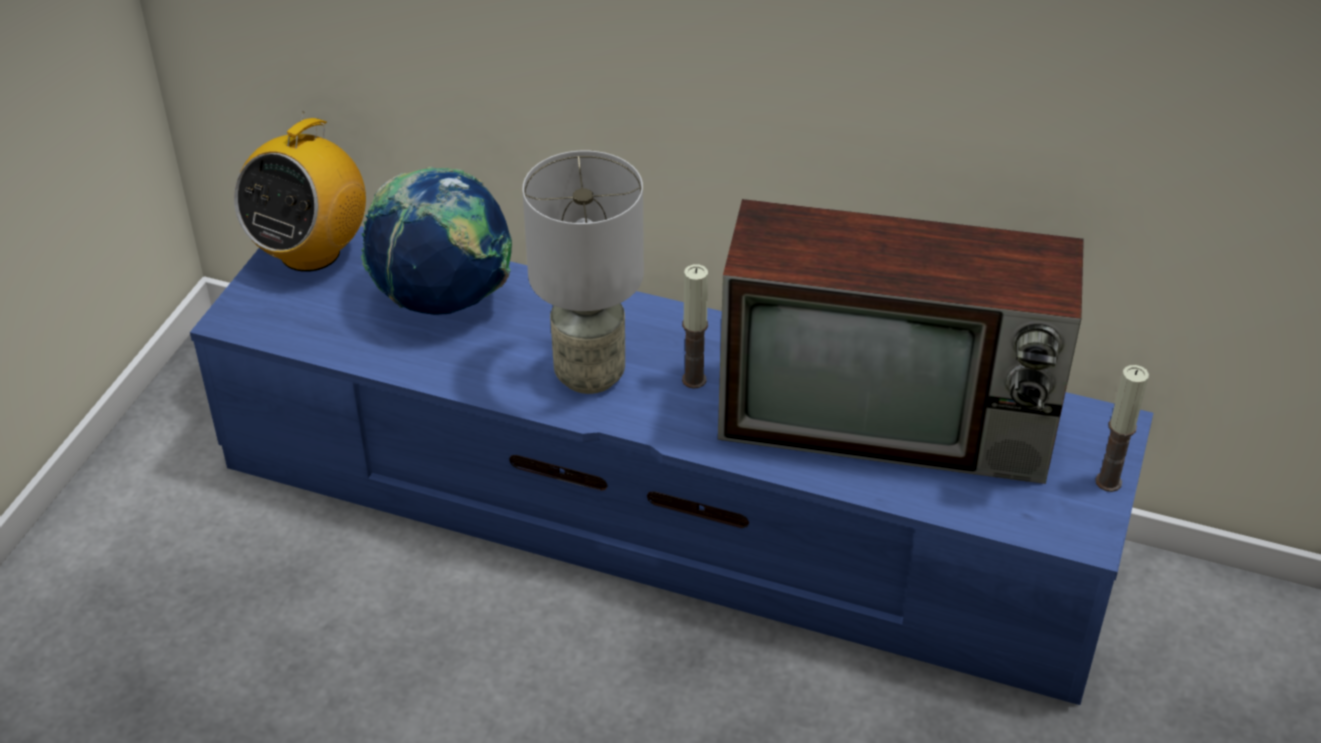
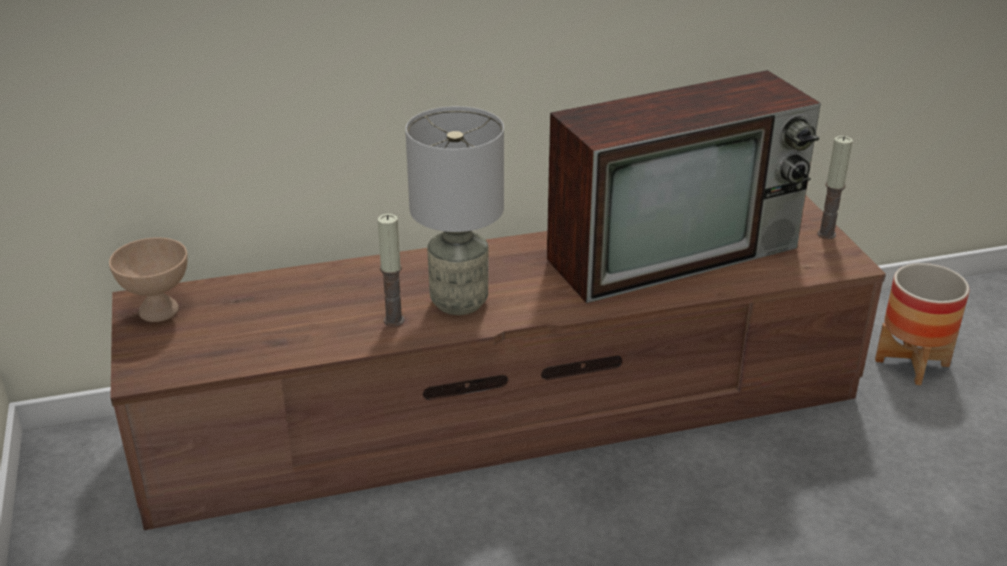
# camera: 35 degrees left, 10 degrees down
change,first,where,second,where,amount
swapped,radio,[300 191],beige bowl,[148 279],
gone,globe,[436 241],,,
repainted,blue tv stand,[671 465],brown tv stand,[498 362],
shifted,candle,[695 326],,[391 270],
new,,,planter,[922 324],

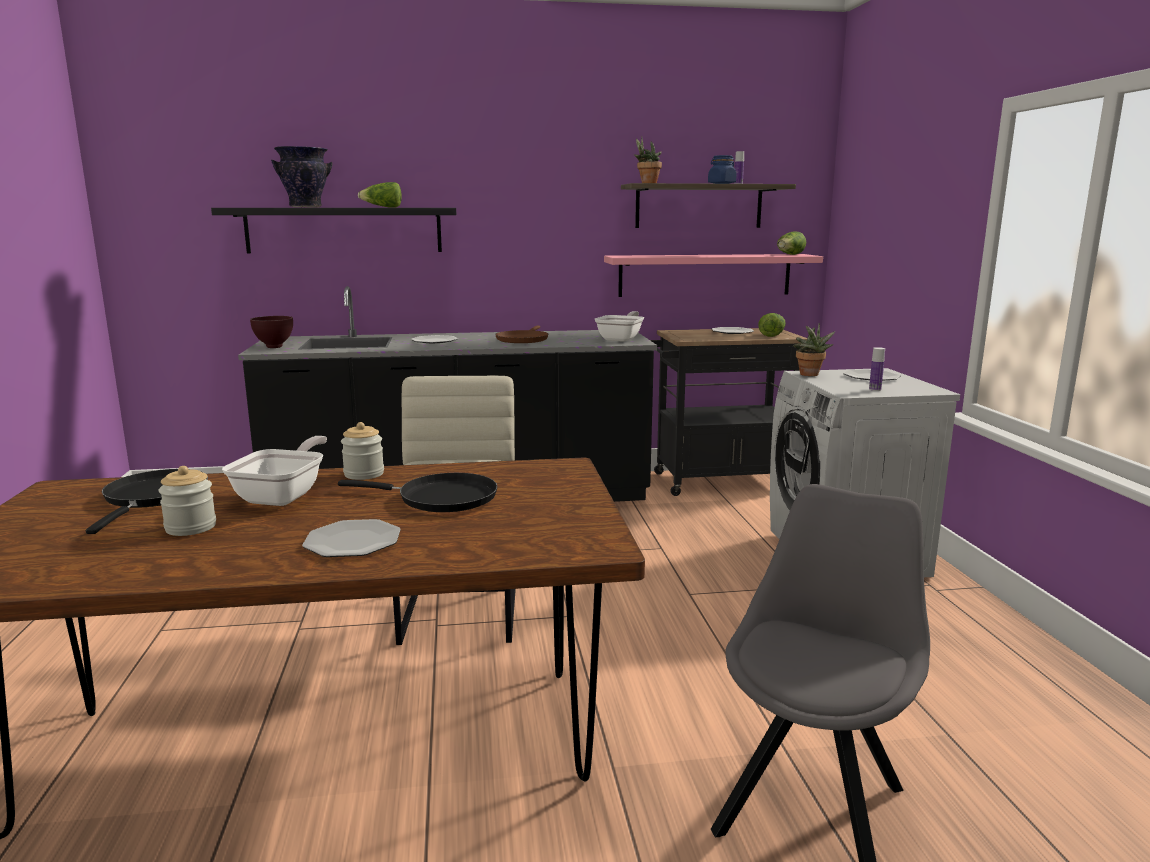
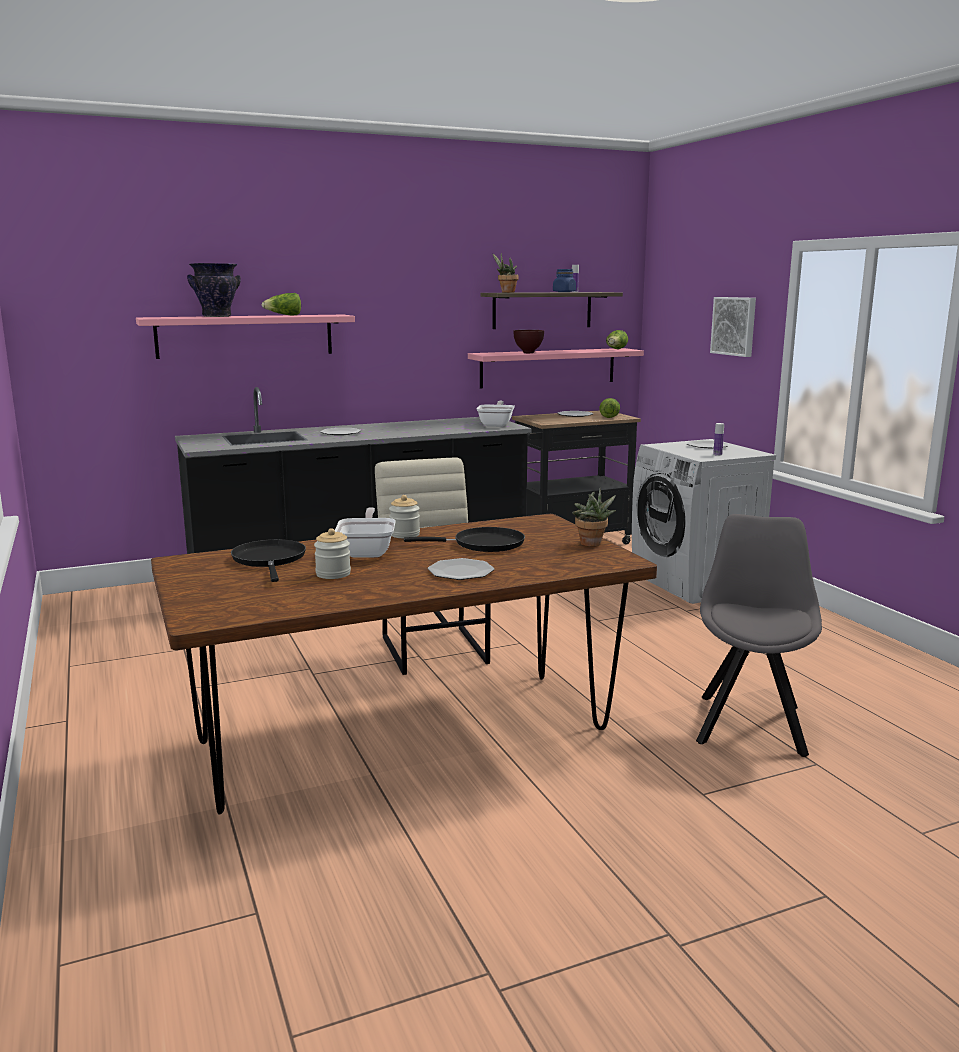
# camera: 15 degrees left, 0 degrees up
change,first,where,second,where,amount
repainted,black shelf,[333 230],pink shelf,[245 337],
shifted,brown bowl,[271 332],,[529 341],
shifted,potted plant,[814 349],,[594 517],
gone,brown frying pan,[521 334],,,
new,,,picture,[733 327],

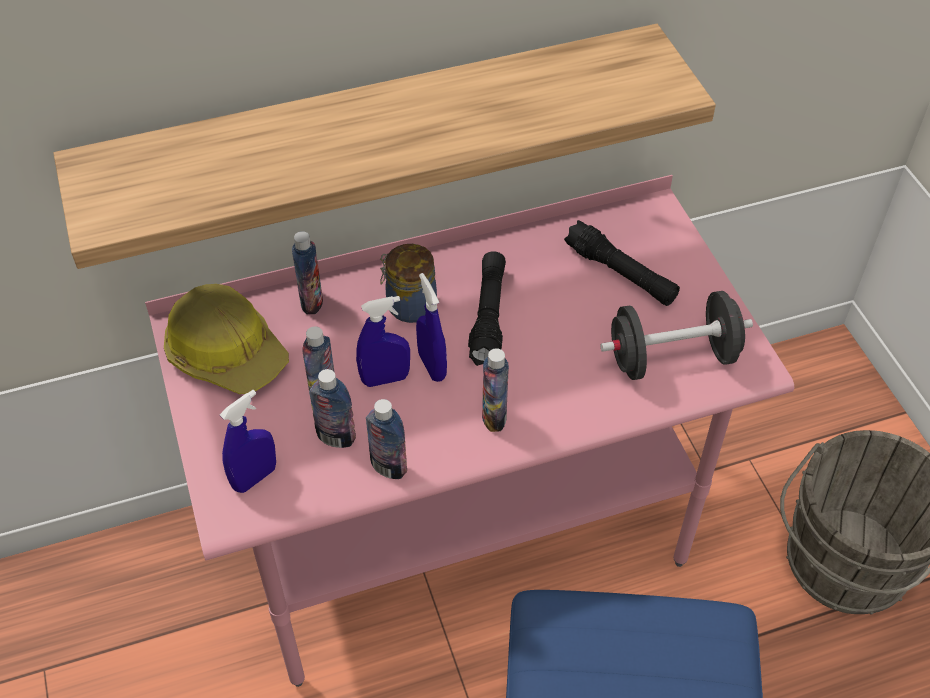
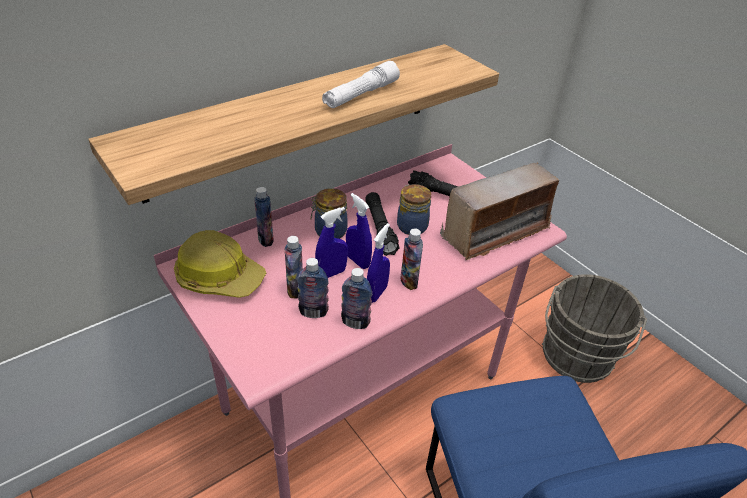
# camera: 20 degrees left, 10 degrees down
change,first,where,second,where,amount
swapped,black dumbbell,[676 335],radio,[499 211],
shifted,blue spray bottle,[248 441],,[378 263],
new,,,white flashlight,[361 84],
new,,,jar,[414 209],

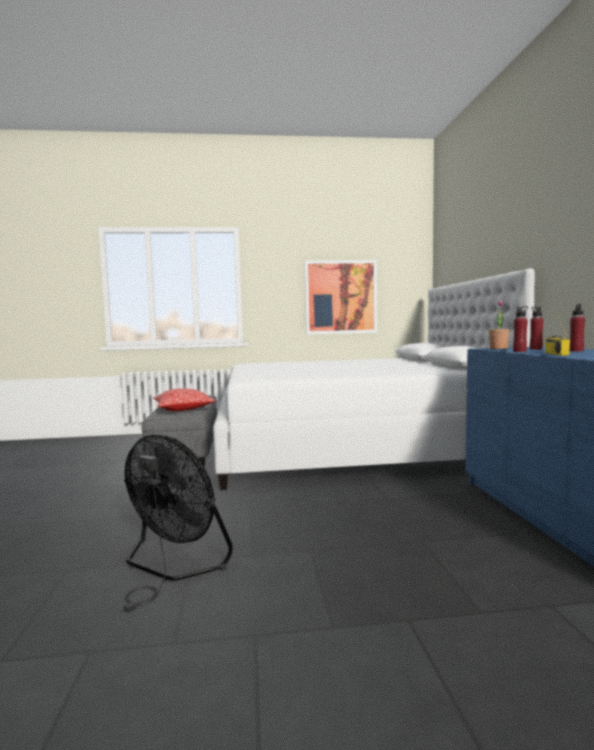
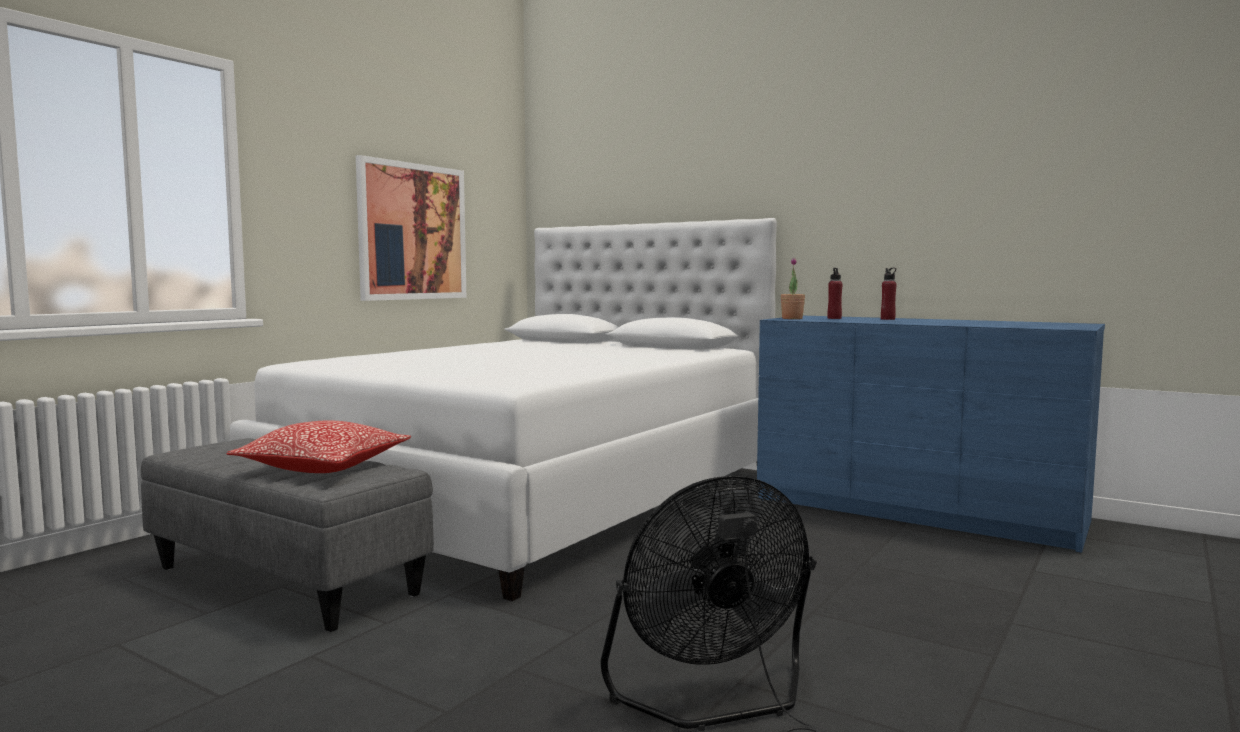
# camera: 50 degrees left, 0 degrees up
change,first,where,second,where,amount
gone,red bottle,[520 329],,,
gone,radio,[557 335],,,

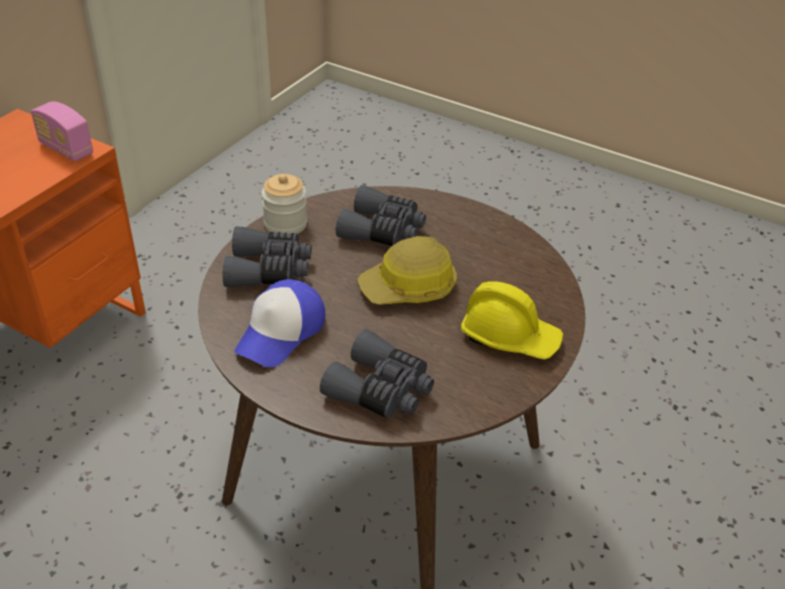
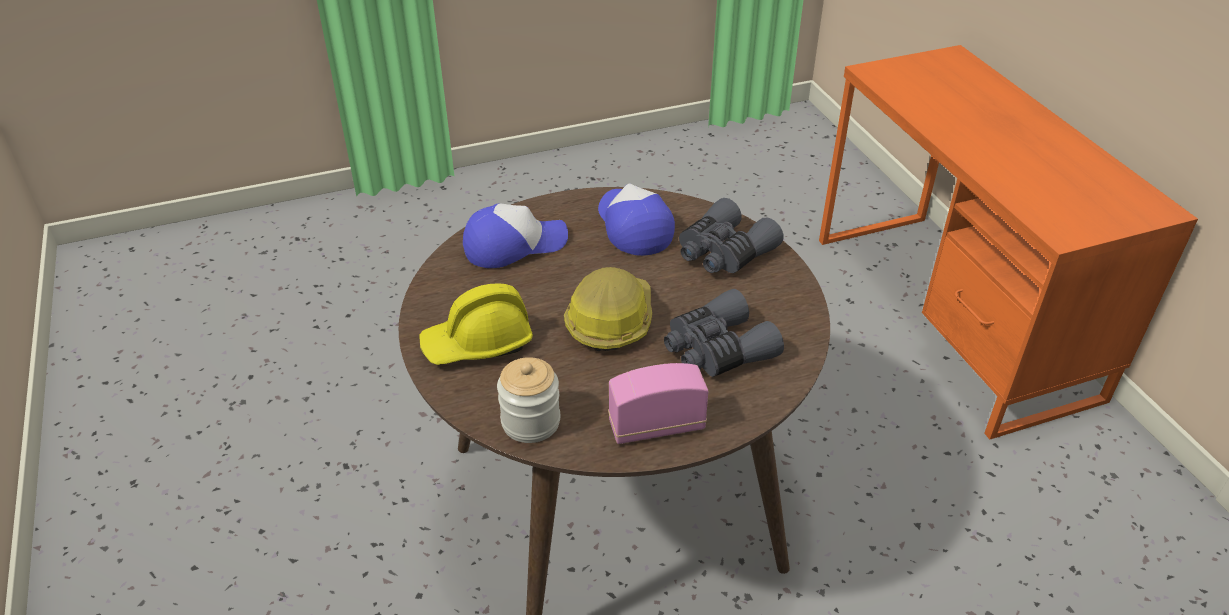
# camera: 130 degrees right, 0 degrees up
change,first,where,second,where,amount
shifted,radio,[62 131],,[658 403],
shifted,jar,[284 204],,[528 400],
swapped,grey binoculars,[377 373],cap,[515 235],

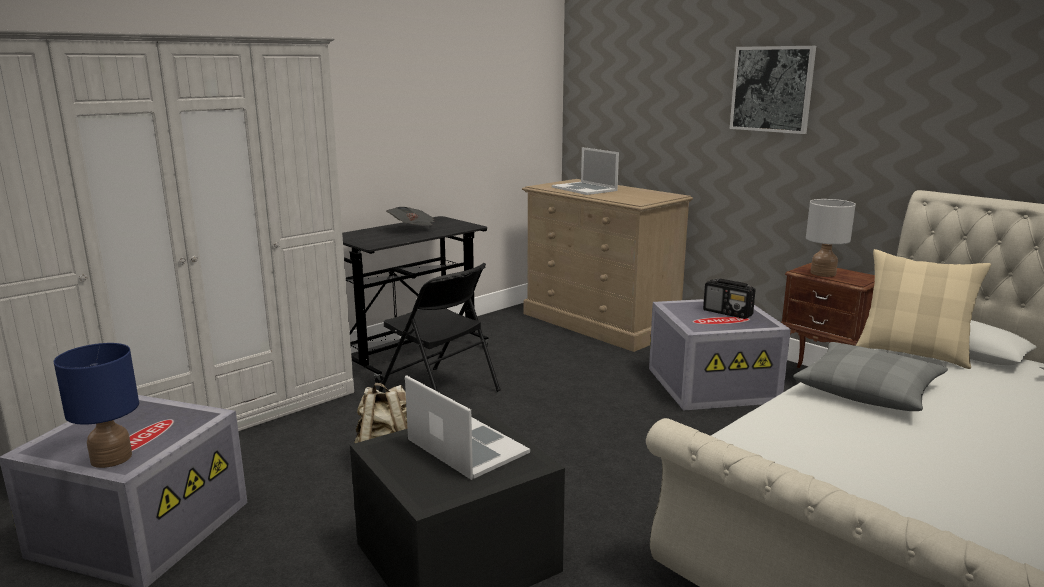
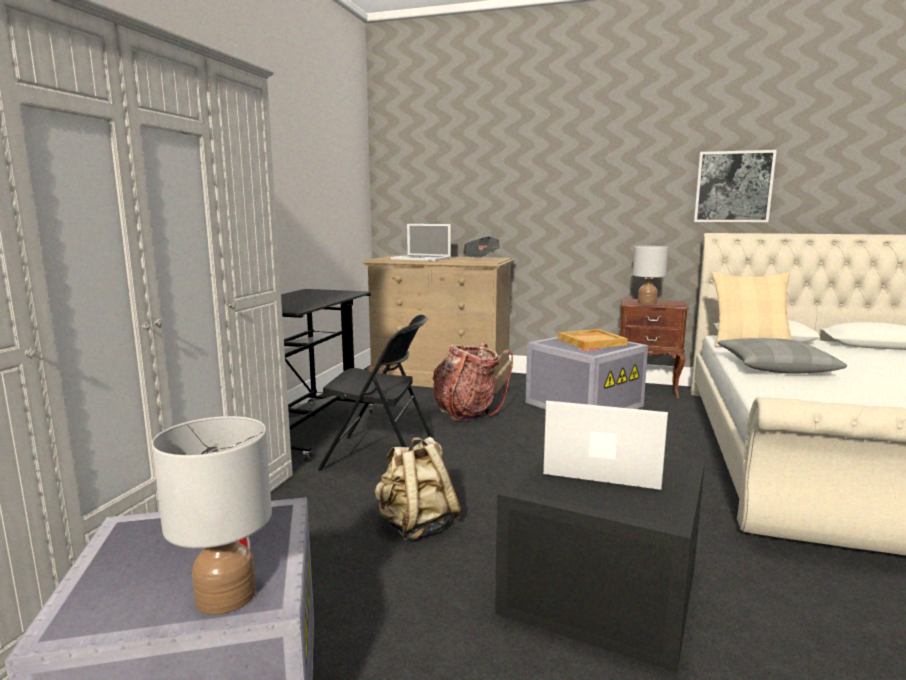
# camera: 30 degrees left, 5 degrees down
change,first,where,second,where,amount
shifted,picture,[773 90],,[735 186],
shifted,newspaper,[410 216],,[481 247],
swapped,radio,[729 299],beige tray,[593 339],
repainted,blue table lamp,[96 405],grey table lamp,[212 515],
new,,,backpack,[473 382],

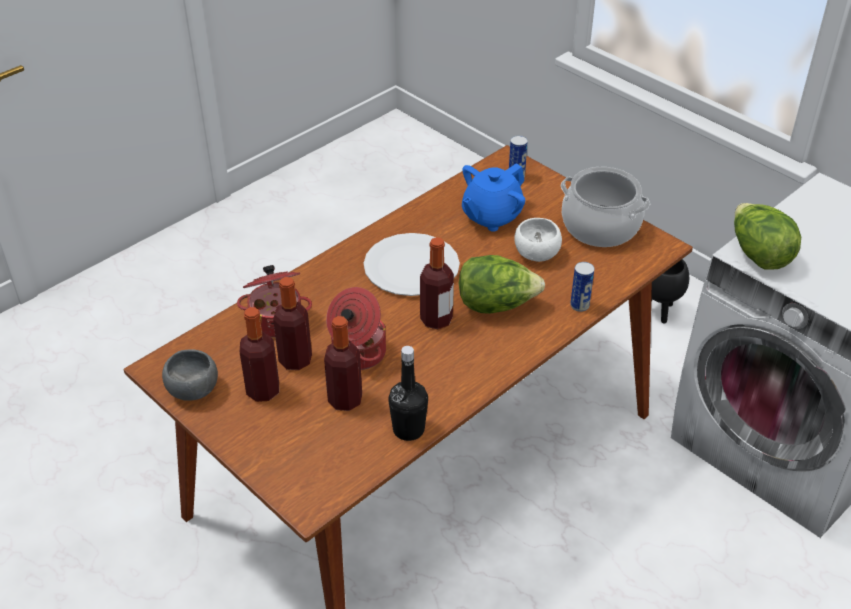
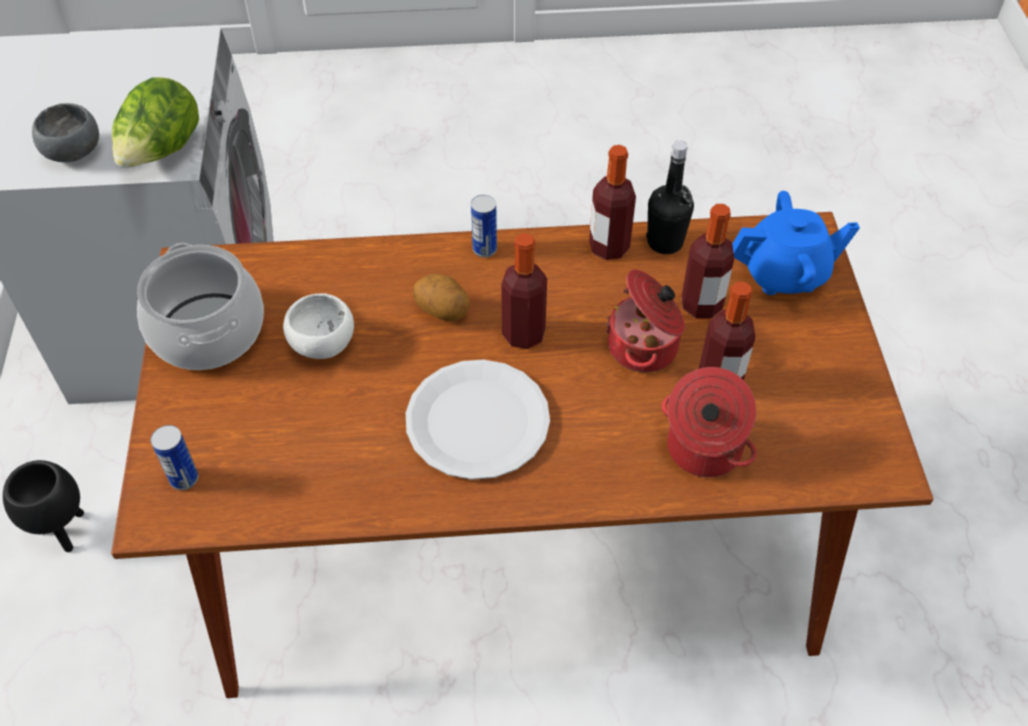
# camera: 140 degrees left, 10 degrees up
change,first,where,second,where,amount
shifted,blue teapot,[493 197],,[796 243],
swapped,lettuce,[502 284],potato,[441 297],
shifted,can,[582 287],,[484 226],
shifted,bottle,[259 354],,[612 202],
shifted,grey bowl,[190 375],,[65 132],

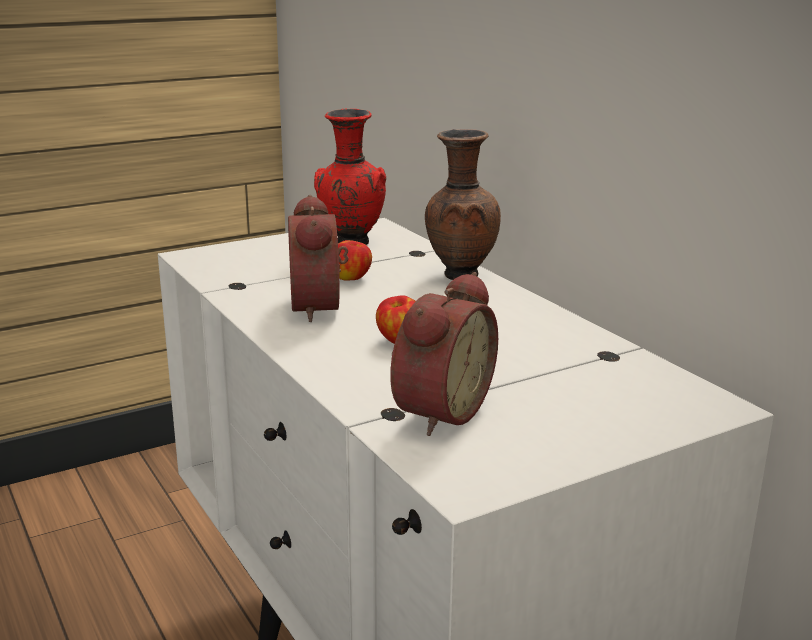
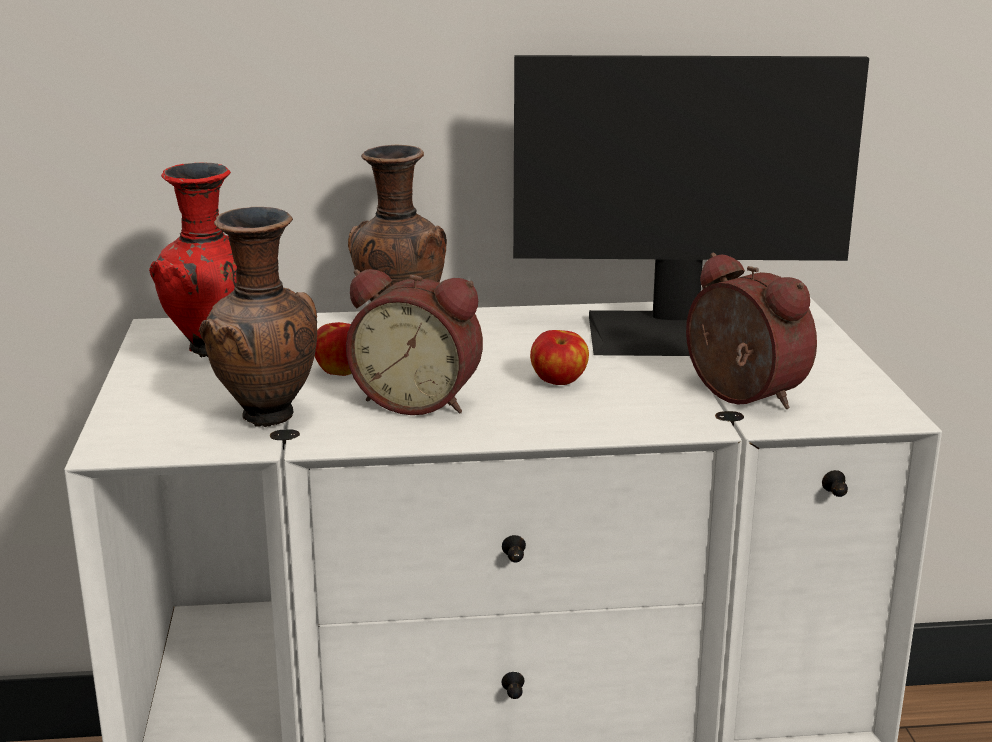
# camera: 65 degrees left, 0 degrees up
change,first,where,second,where,amount
new,,,monitor,[691 205],
new,,,brown vase,[258 317],

